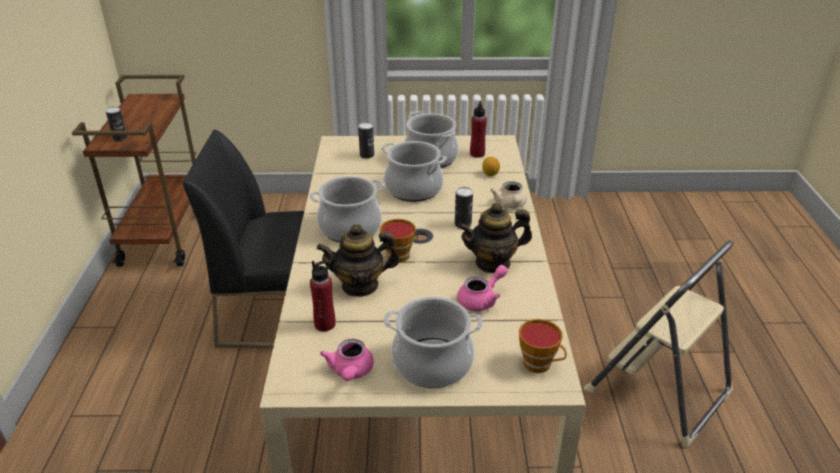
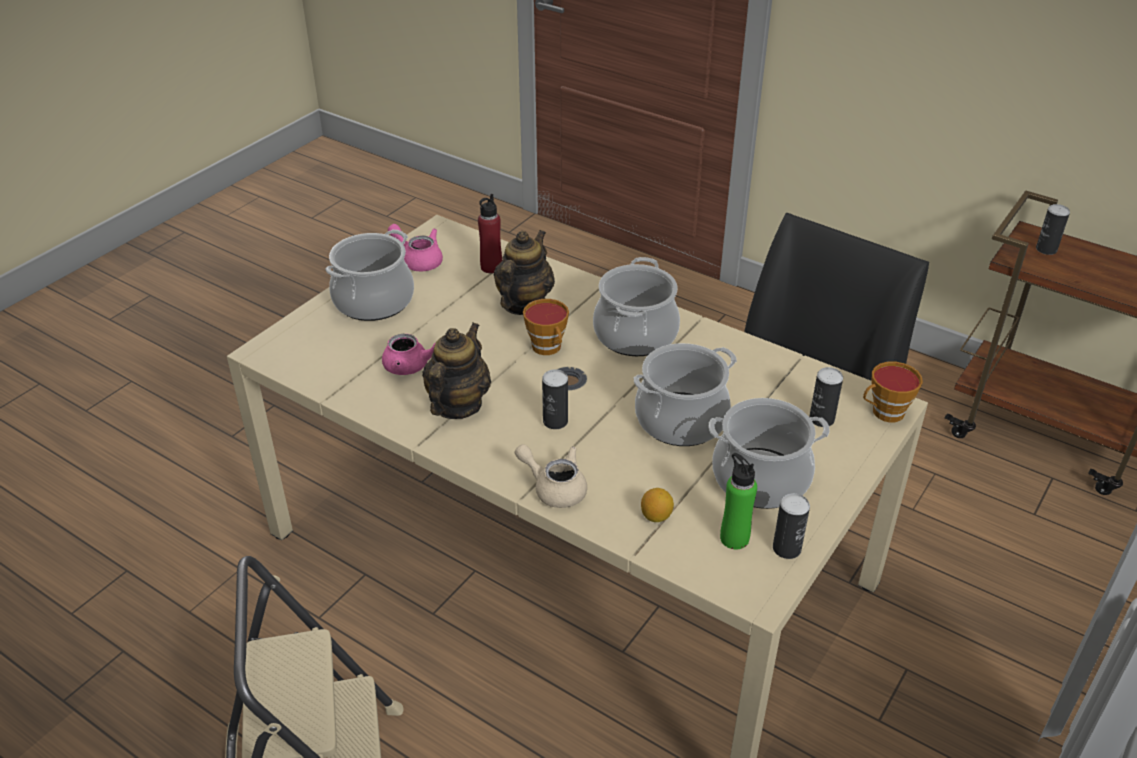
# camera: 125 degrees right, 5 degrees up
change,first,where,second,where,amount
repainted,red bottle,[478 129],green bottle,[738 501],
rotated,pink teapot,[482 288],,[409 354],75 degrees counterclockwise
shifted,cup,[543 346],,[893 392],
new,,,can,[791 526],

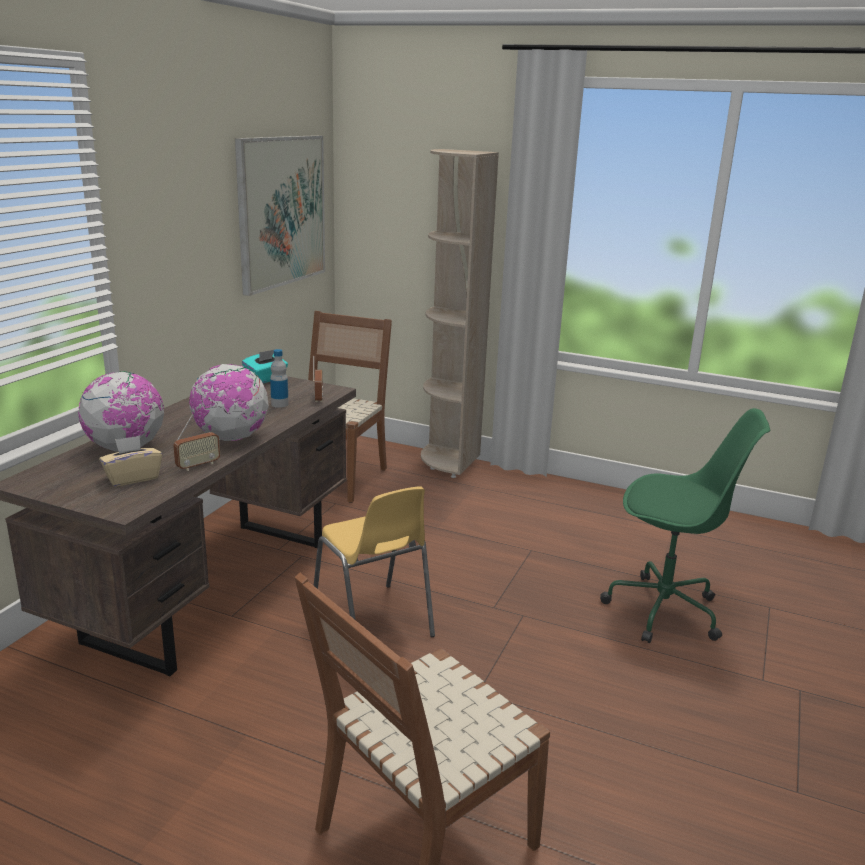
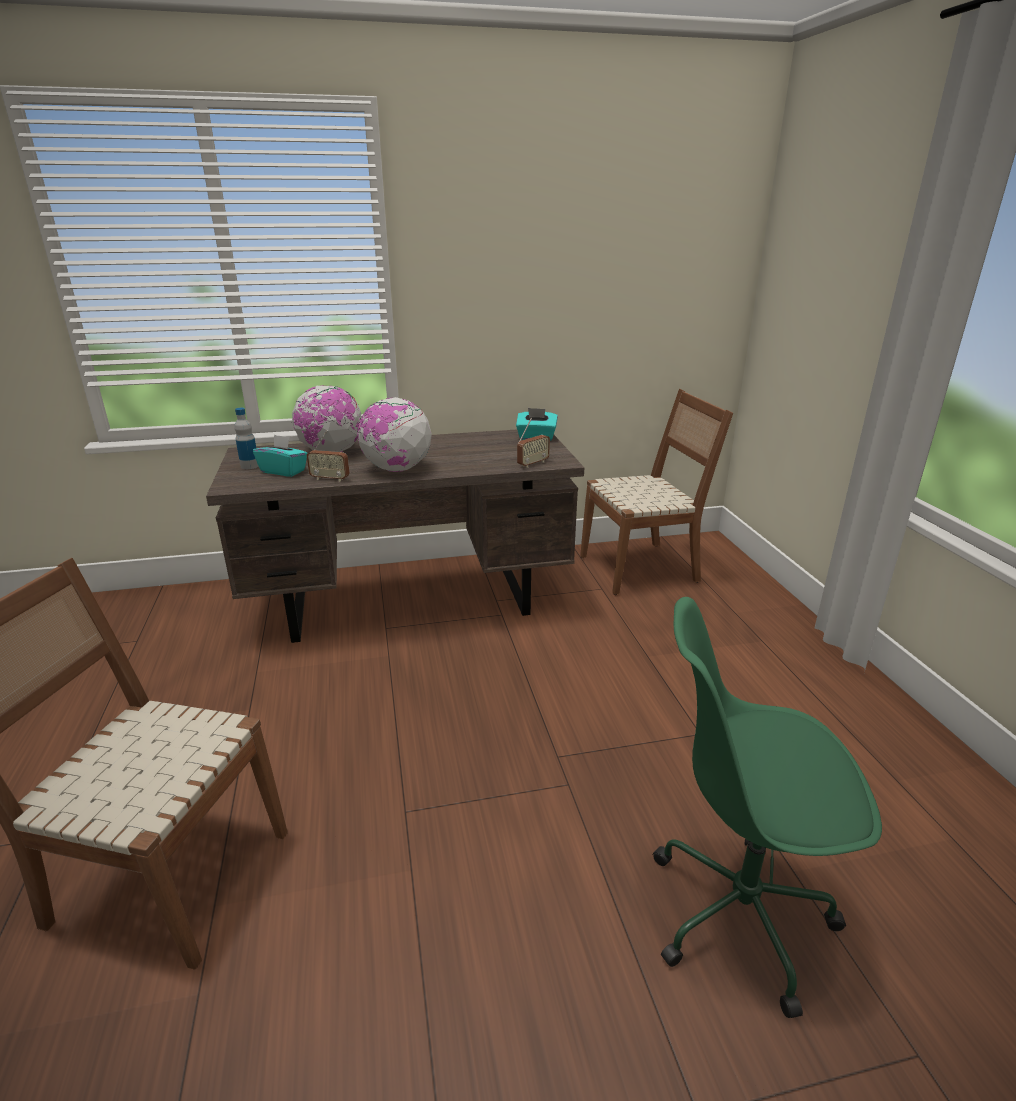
# camera: 55 degrees right, 5 degrees up
change,first,where,second,where,amount
gone,picture,[280 215],,,
gone,beige bookcase,[460 313],,,
shifted,bottle,[279 378],,[246 438],
rotated,green office chair,[685 525],,[767 807],120 degrees clockwise
repainted,beige tissue box,[130 461],turquoise tissue box,[280 456],
gone,yellow chair,[374 561],,,

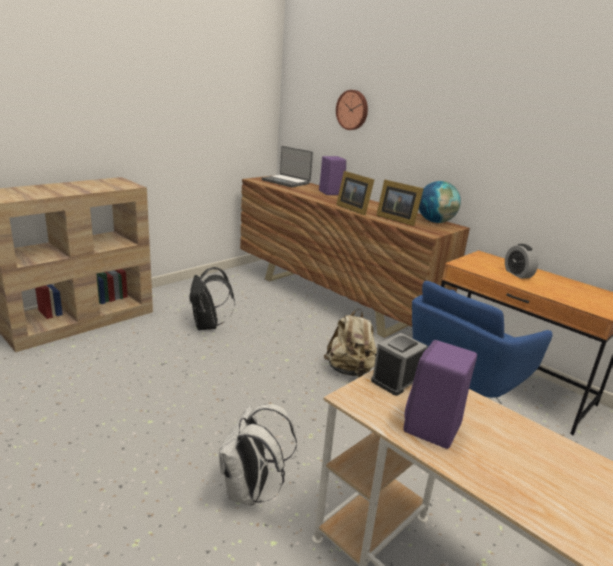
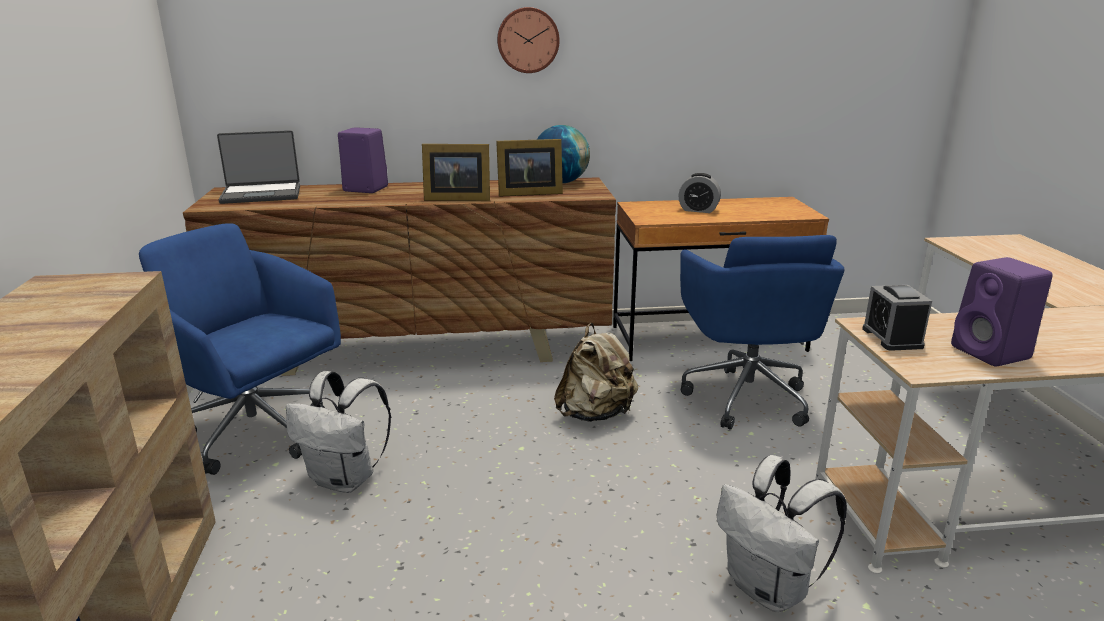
# camera: 50 degrees left, 0 degrees up
change,first,where,second,where,amount
shifted,wall clock,[352 110],,[528 40],
repainted,black backpack,[212 298],white backpack,[338 432],
new,,,blue office chair,[240 349],

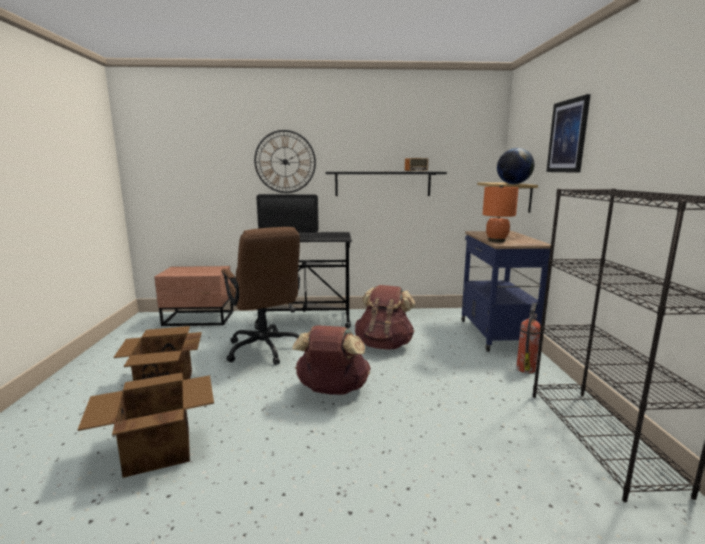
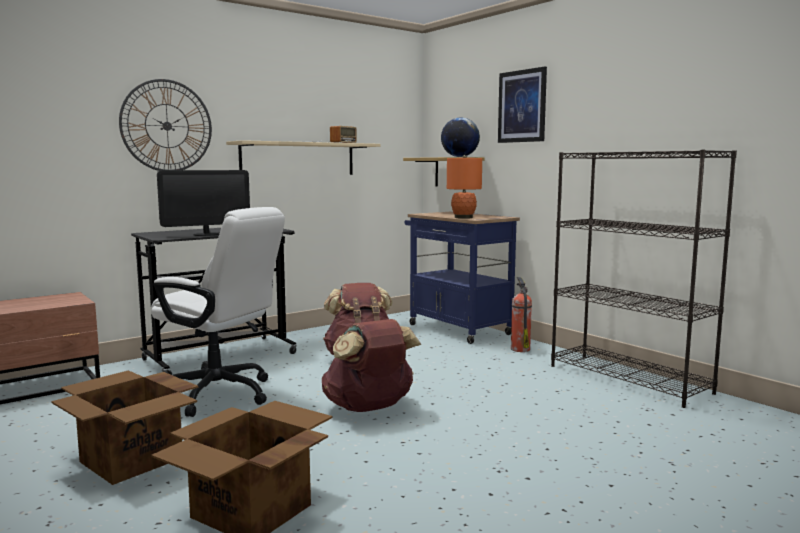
# camera: 35 degrees left, 5 degrees down
change,first,where,second,where,amount
repainted,black shelf,[386 184],beige shelf,[303 157],
repainted,brown office chair,[260 296],white office chair,[218 312],

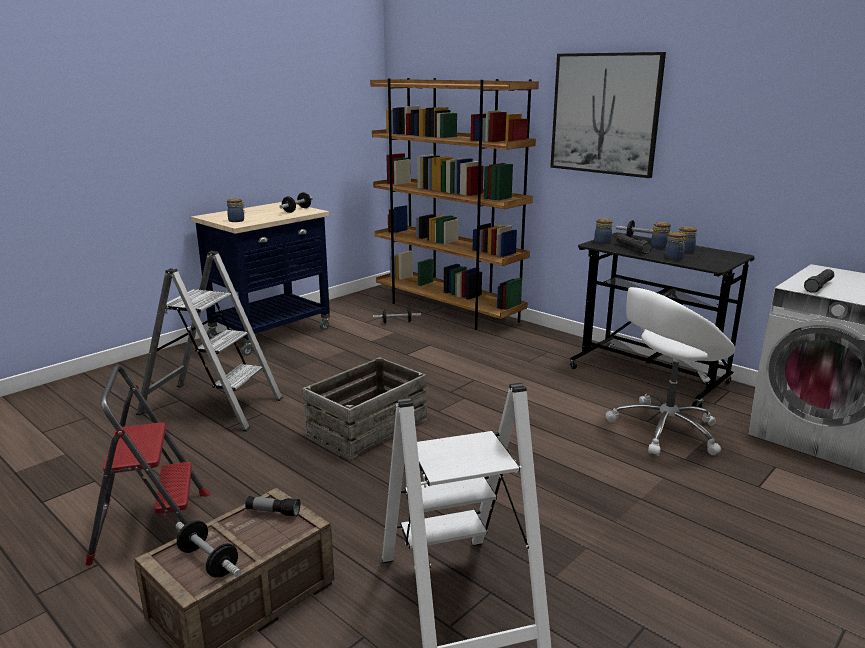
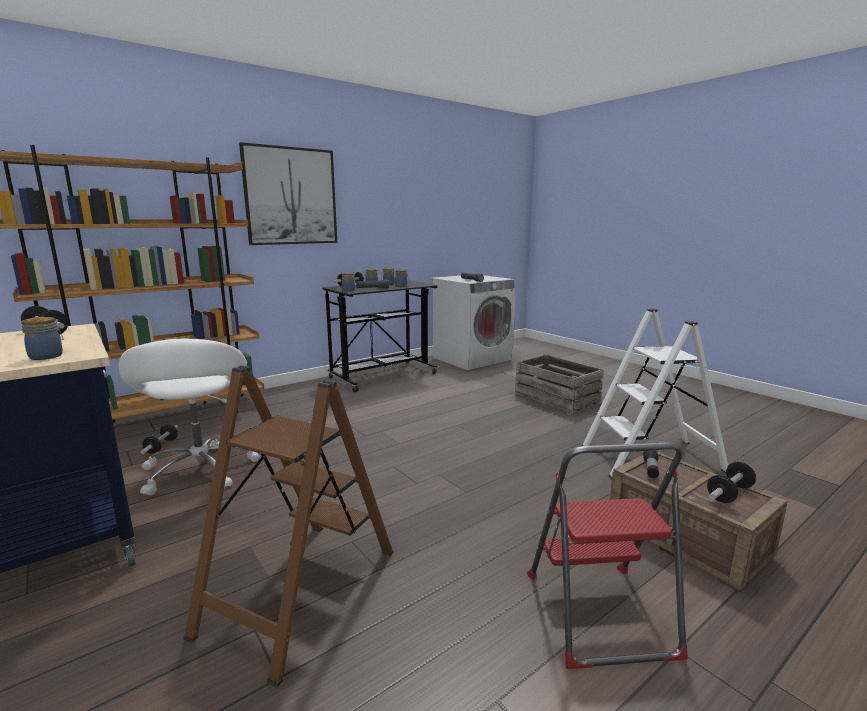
# camera: 80 degrees left, 5 degrees down
change,first,where,second,where,amount
repainted,grey step ladder,[209 341],brown step ladder,[288 526],
shifted,white office chair,[670 371],,[189 416],
shifted,crate,[364 409],,[559 384],

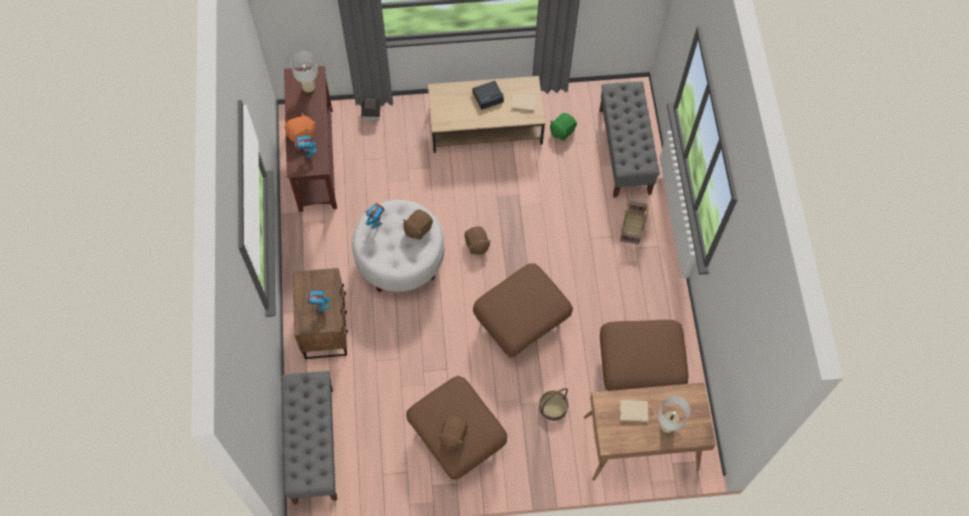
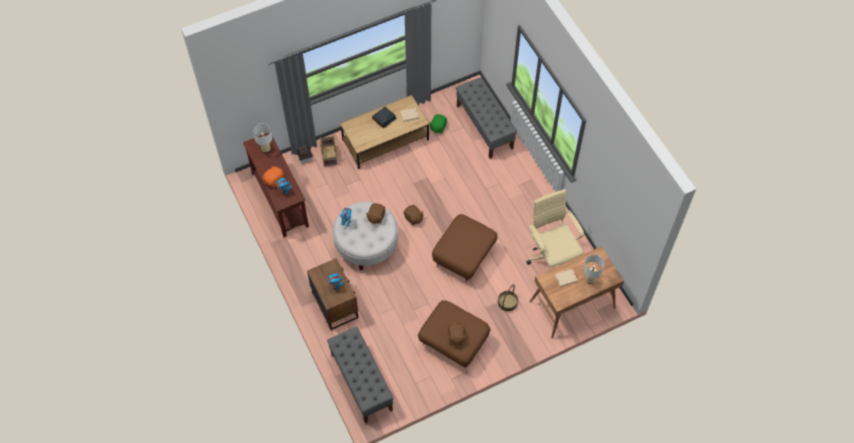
# camera: 20 degrees left, 5 degrees down
change,first,where,second,where,amount
shifted,basket,[634 222],,[328 150],
swapped,brown ottoman,[644 355],beige office chair,[555 229],

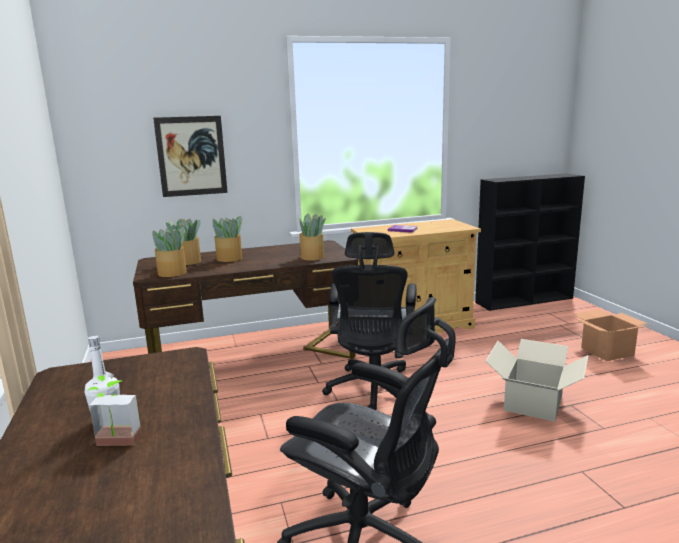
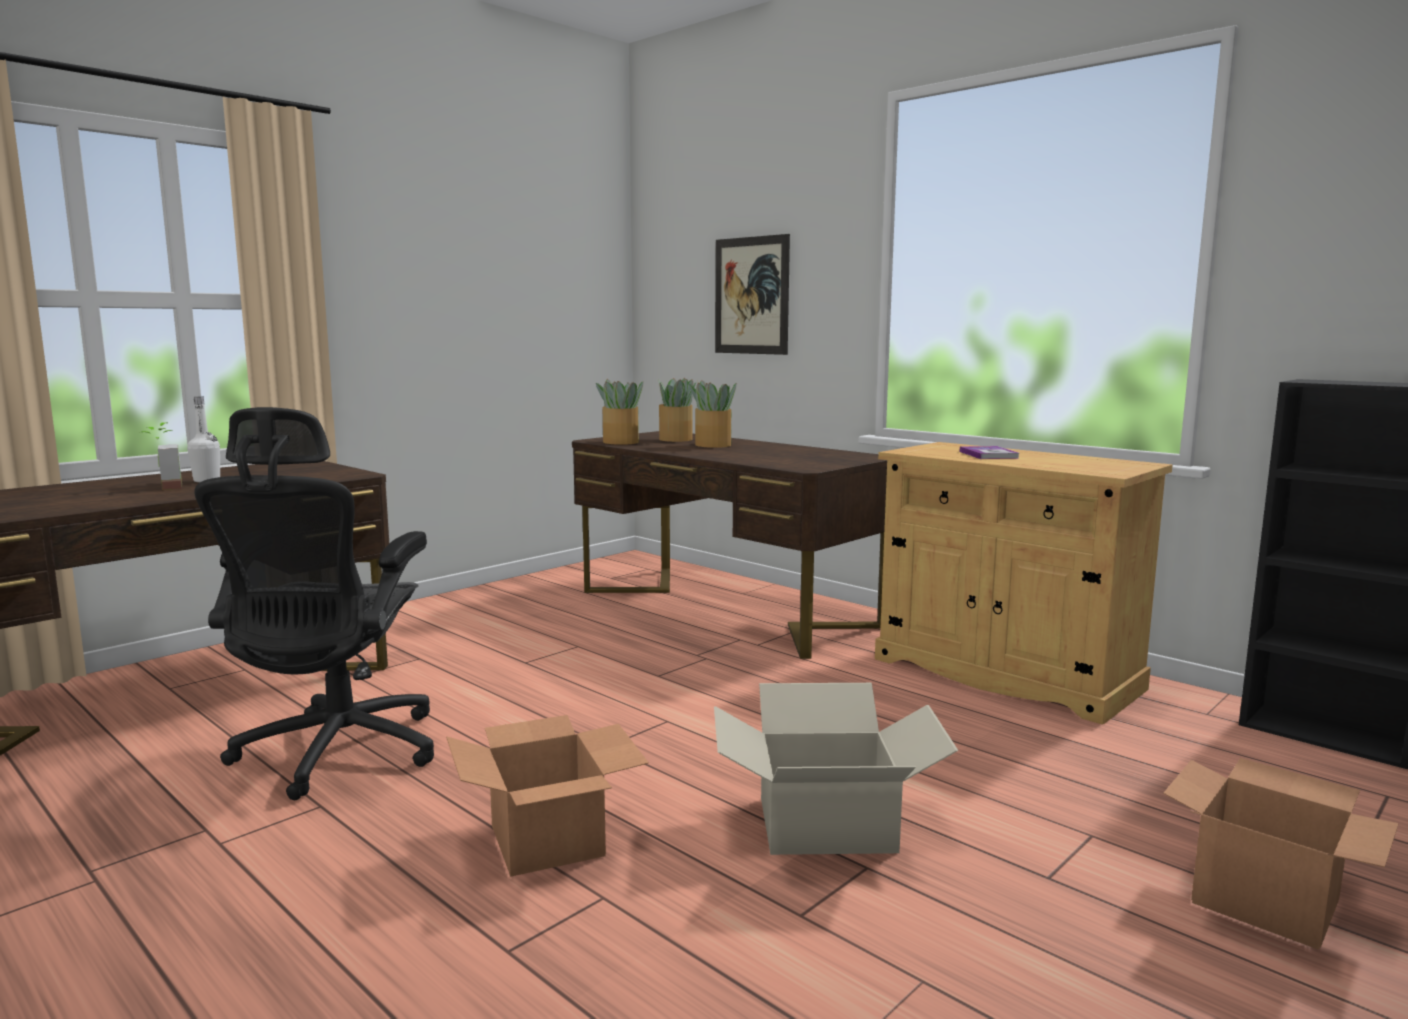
# camera: 60 degrees right, 5 degrees down
change,first,where,second,where,amount
gone,potted plant,[312 237],,,
gone,office chair,[369 321],,,
new,,,cardboard box,[547 796],

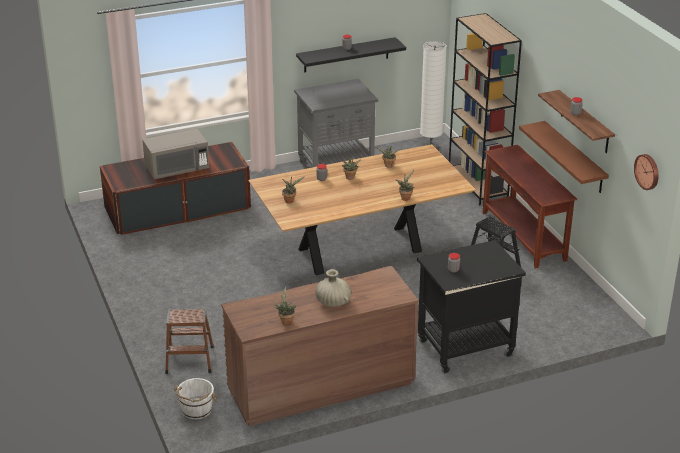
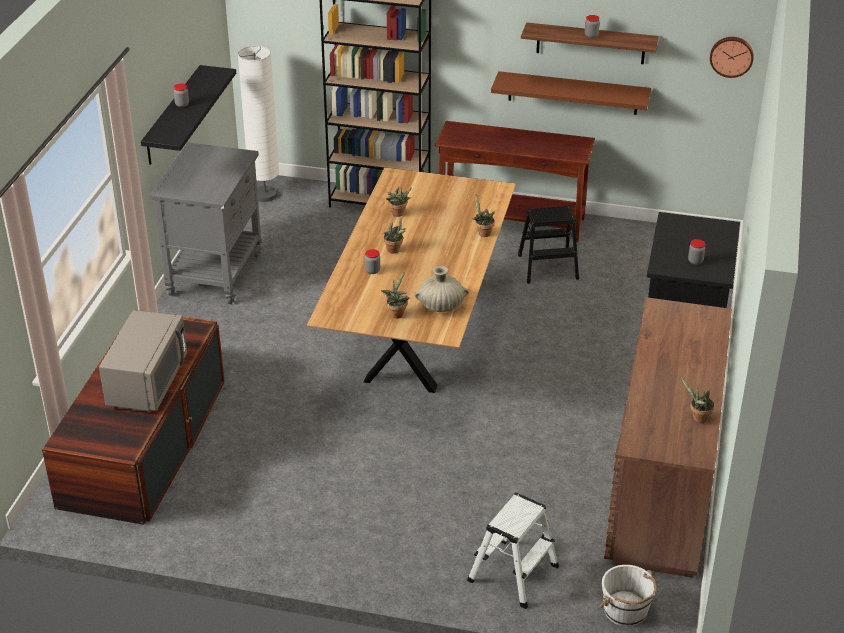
# camera: 55 degrees left, 5 degrees up
change,first,where,second,where,amount
shifted,beige vase,[333 288],,[441 289],
repainted,brown step ladder,[189 341],white step ladder,[513 551],

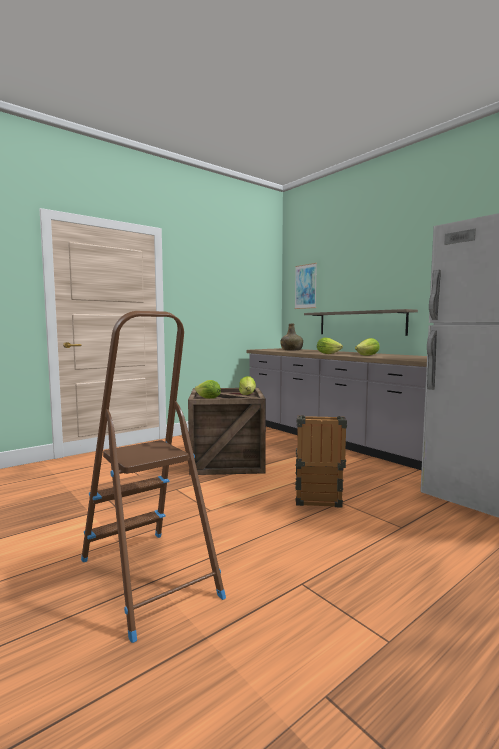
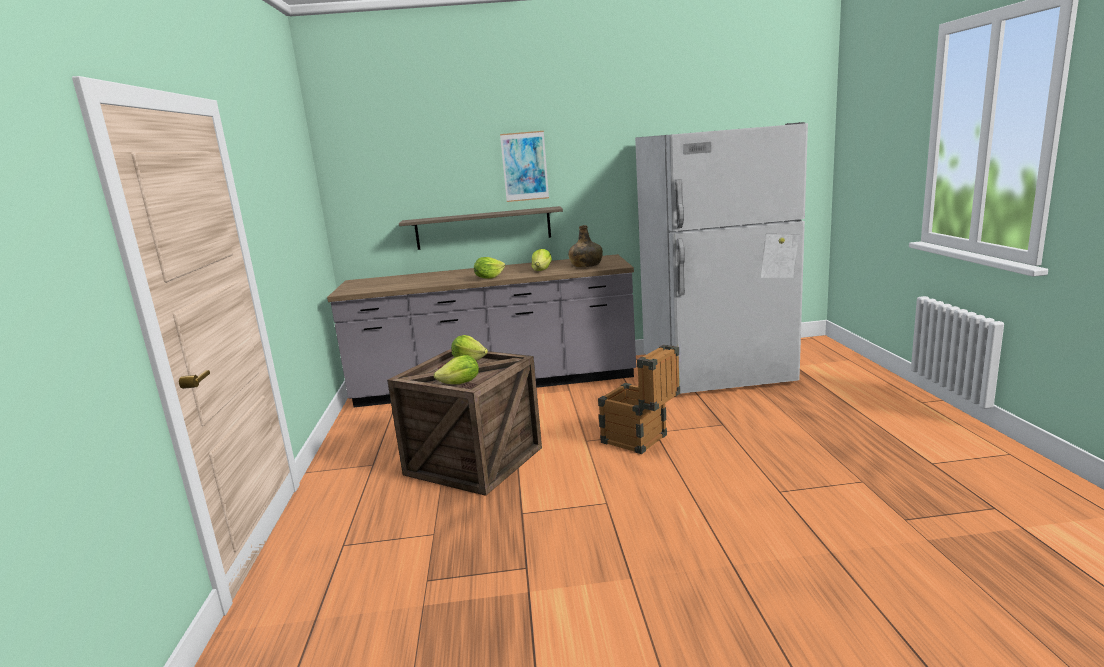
# camera: 55 degrees left, 10 degrees up
change,first,where,second,where,amount
shifted,picture,[306 286],,[524 166],
gone,brown step ladder,[153 477],,,
shifted,green bottle,[291 336],,[585 246],

